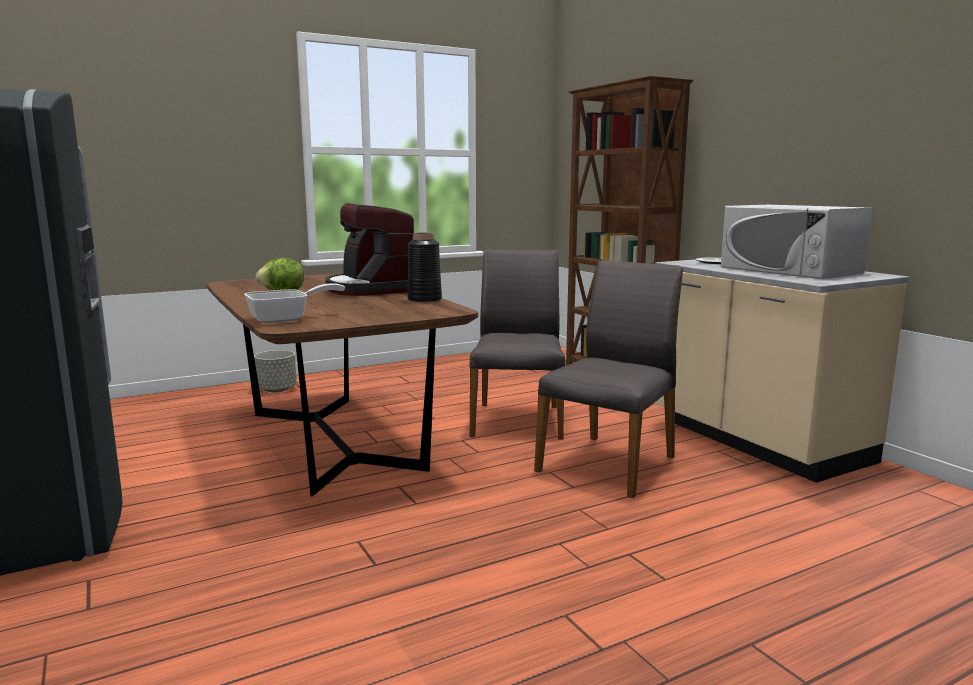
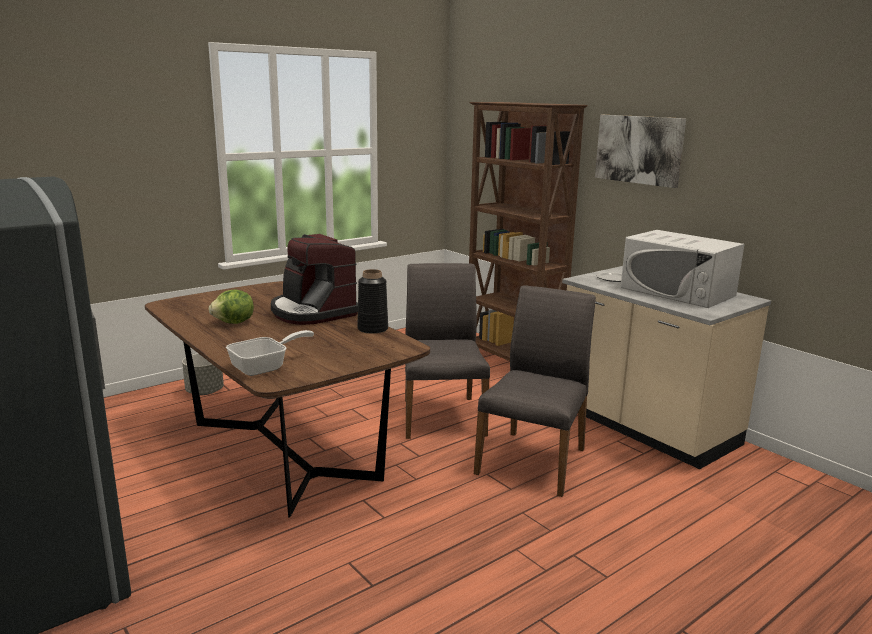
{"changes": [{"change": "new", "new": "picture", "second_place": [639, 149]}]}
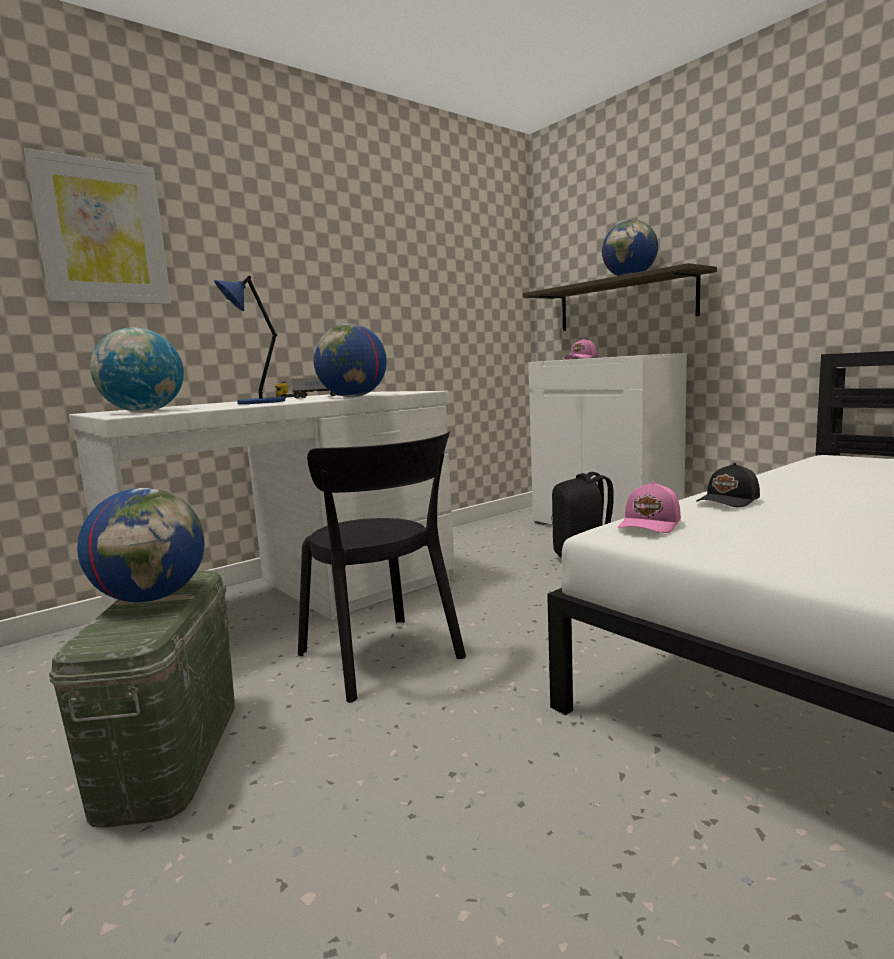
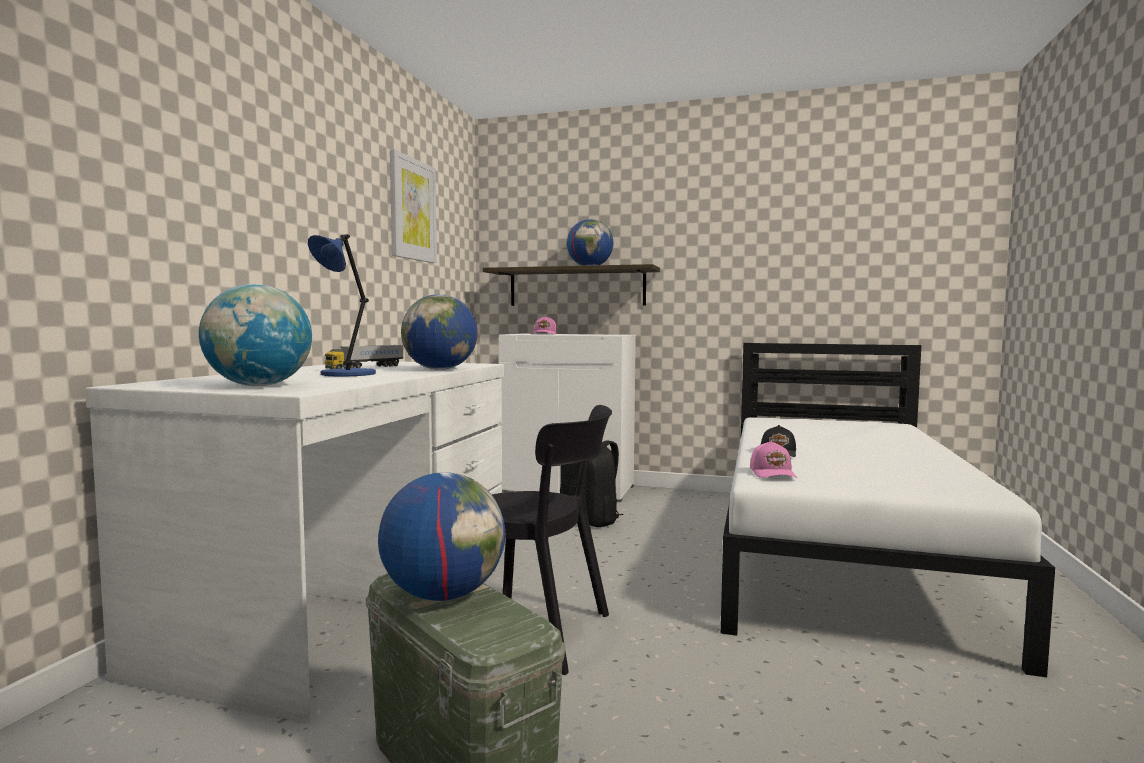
{"changes": [{"change": "shifted", "old": "picture", "first_place": [102, 233], "second_place": [412, 209]}]}
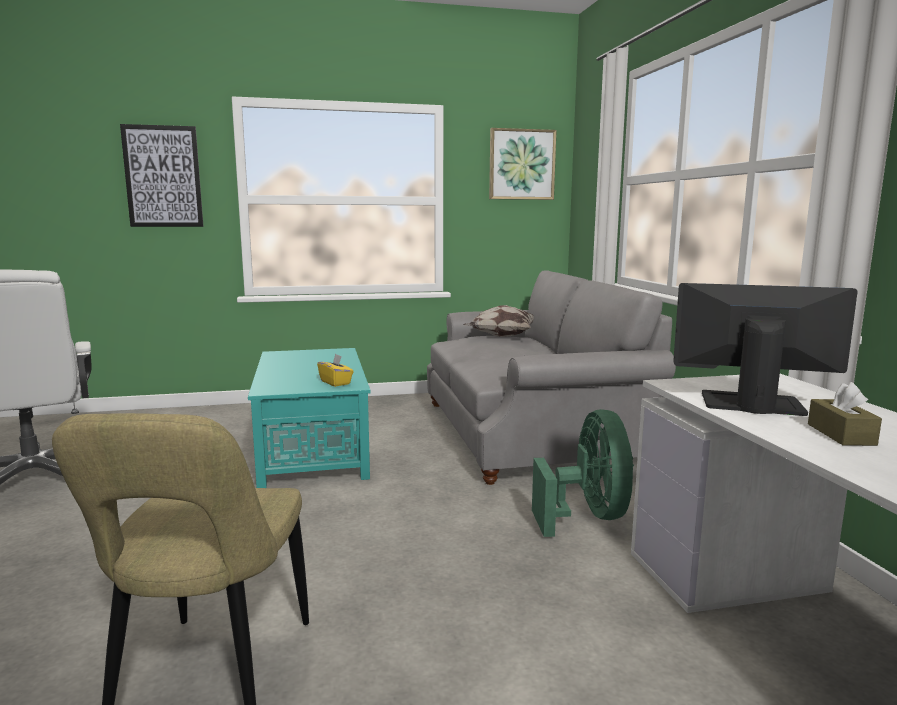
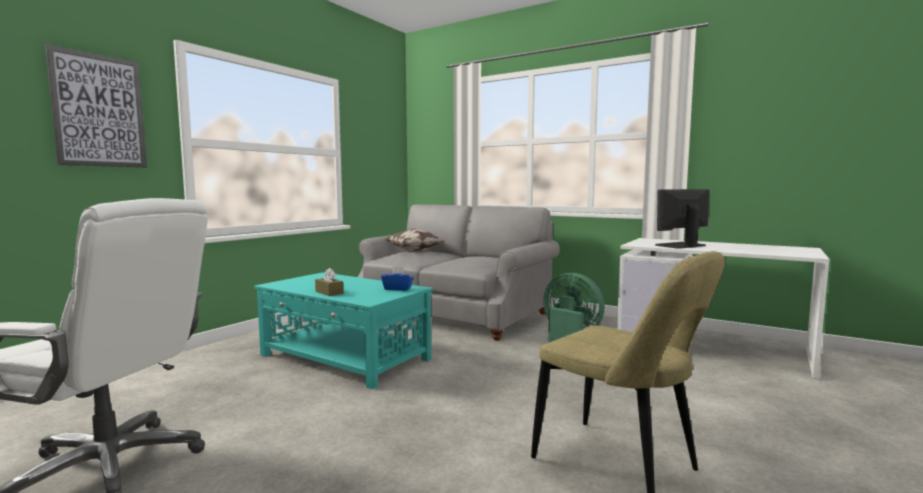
{"changes": [{"change": "shifted", "old": "tissue box (brown)", "first_place": [841, 434], "second_place": [329, 292]}, {"change": "repainted", "old": "tissue box (yellow)", "new": "tissue box (blue)", "first_place": [336, 382], "second_place": [397, 289]}, {"change": "gone", "old": "picture", "first_place": [521, 164]}]}
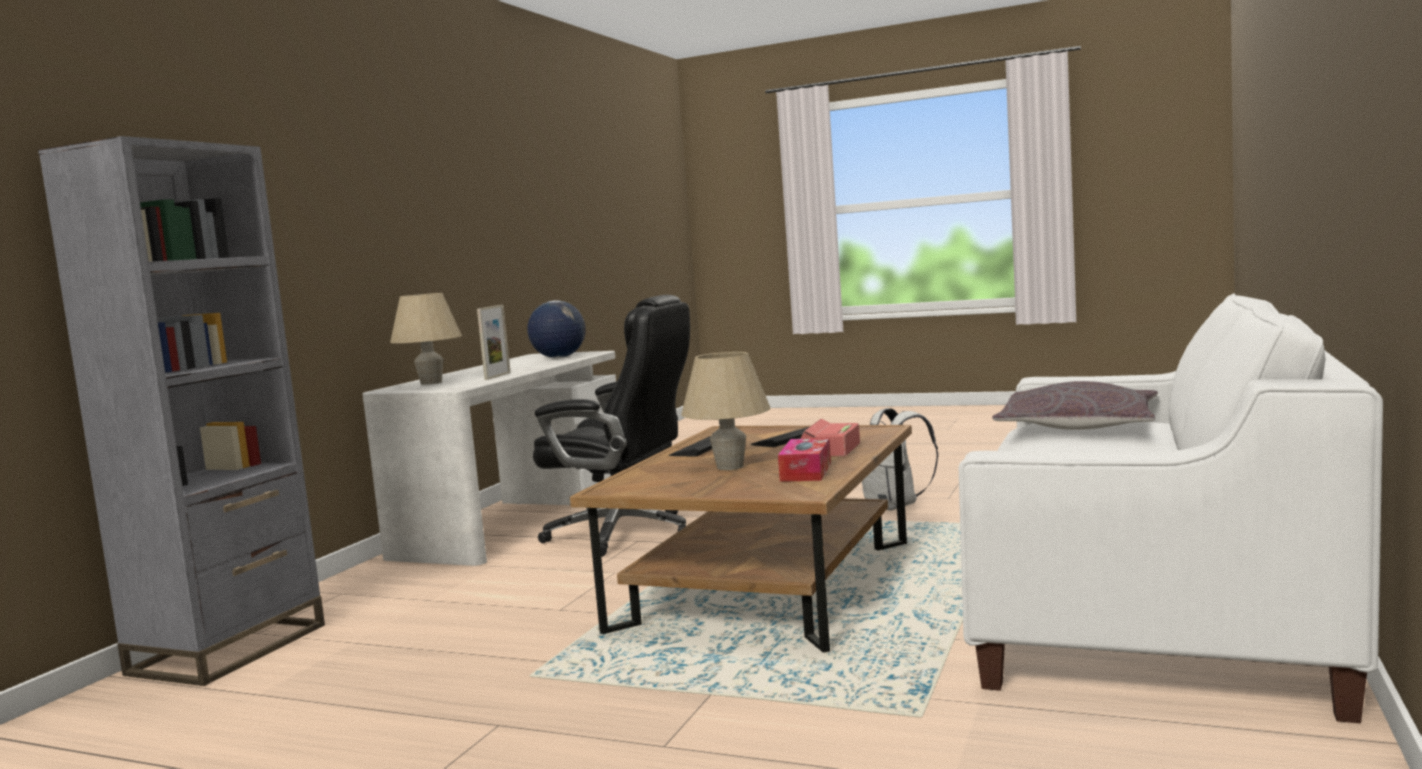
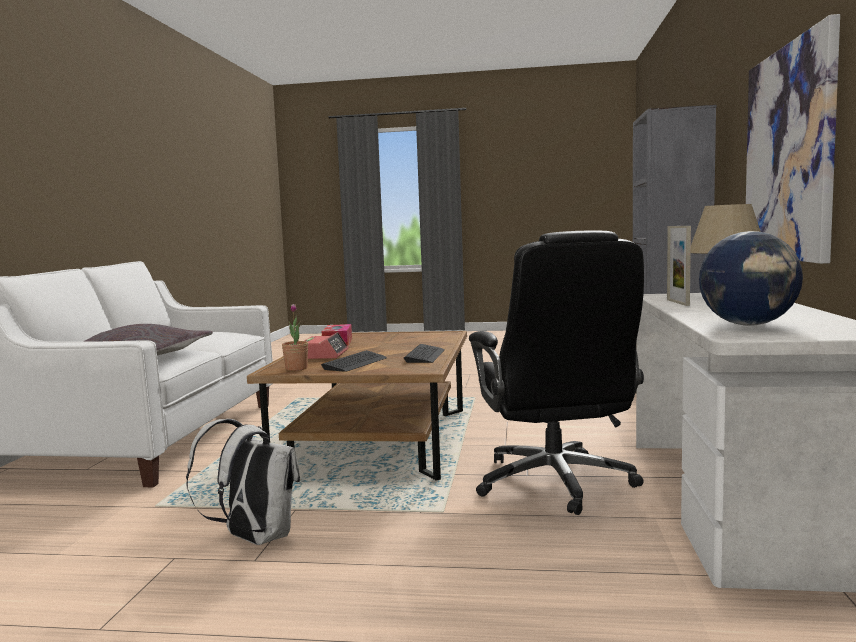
{"changes": [{"change": "new", "new": "potted plant", "second_place": [296, 368]}, {"change": "rotated", "old": "office chair (black)", "first_place": [624, 533], "second_place": [555, 483], "degrees": -105}, {"change": "new", "new": "picture", "second_place": [789, 154]}, {"change": "gone", "old": "table lamp (beige)", "first_place": [730, 467]}]}
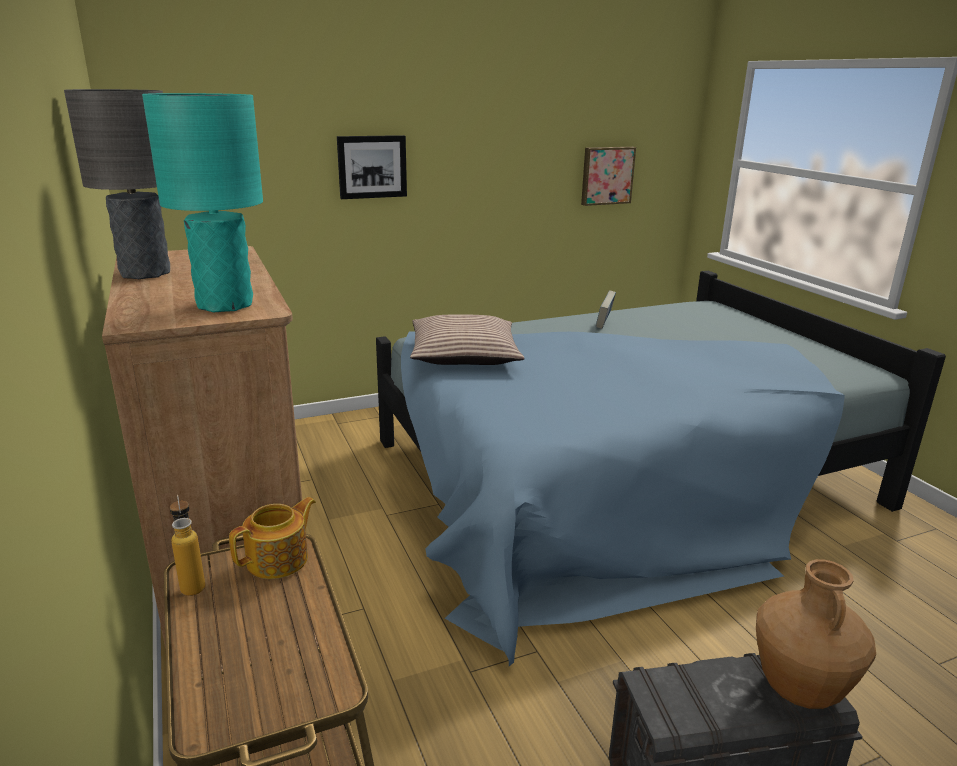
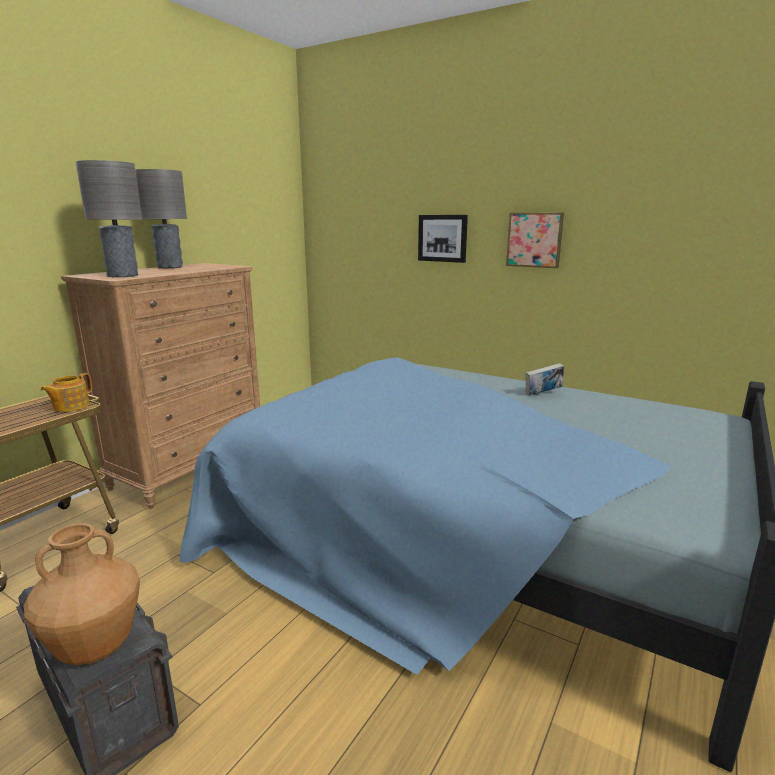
{"changes": [{"change": "rotated", "old": "teapot", "first_place": [279, 560], "second_place": [70, 406], "degrees": 105}, {"change": "repainted", "old": "table lamp (turquoise)", "new": "table lamp (grey)", "first_place": [224, 305], "second_place": [122, 276]}, {"change": "shifted", "old": "picture", "first_place": [606, 175], "second_place": [535, 239]}, {"change": "gone", "old": "bottle", "first_place": [192, 583]}, {"change": "gone", "old": "pillow", "first_place": [464, 355]}]}
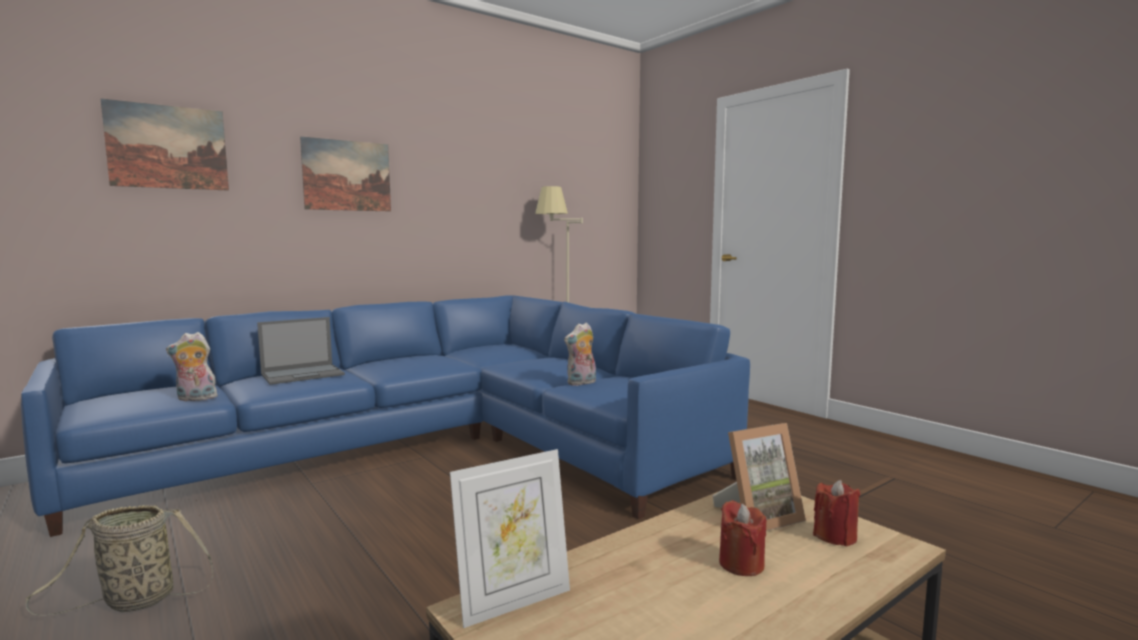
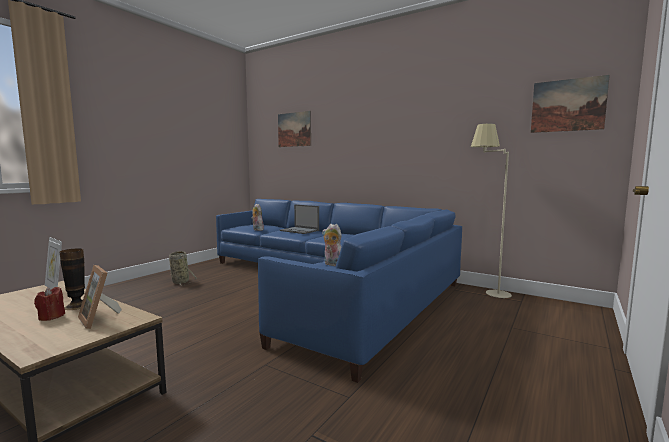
{"changes": [{"change": "new", "new": "vase", "second_place": [77, 306]}, {"change": "shifted", "old": "picture", "first_place": [347, 175], "second_place": [567, 105]}, {"change": "gone", "old": "candle (red)", "first_place": [835, 536]}]}
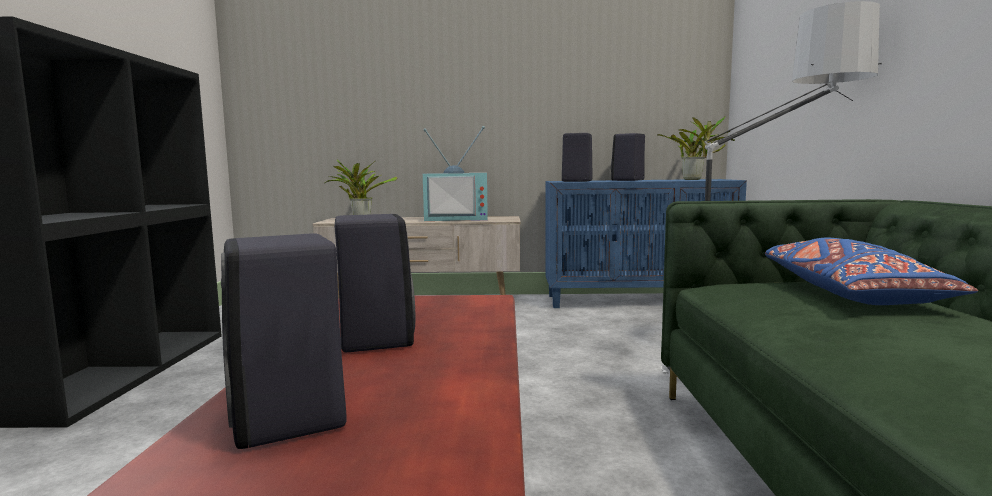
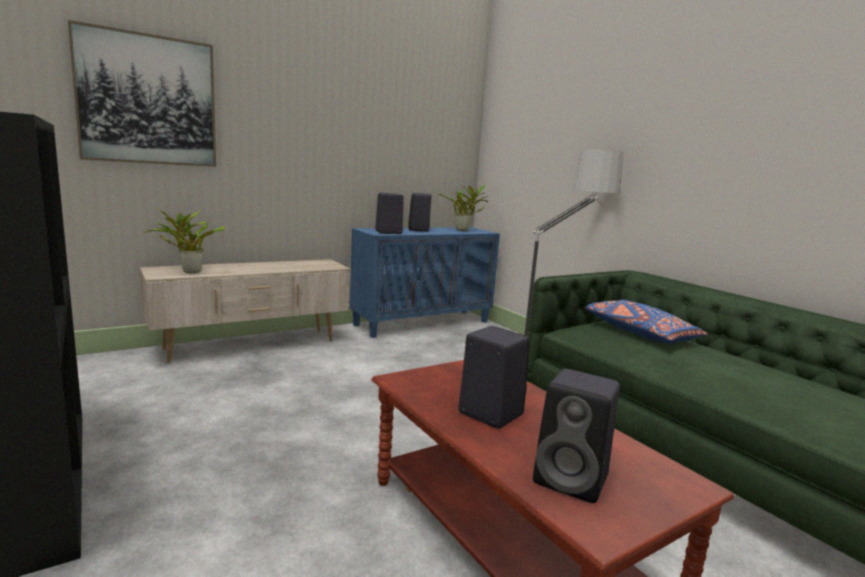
{"changes": [{"change": "new", "new": "picture", "second_place": [148, 100]}, {"change": "gone", "old": "television", "first_place": [457, 218]}]}
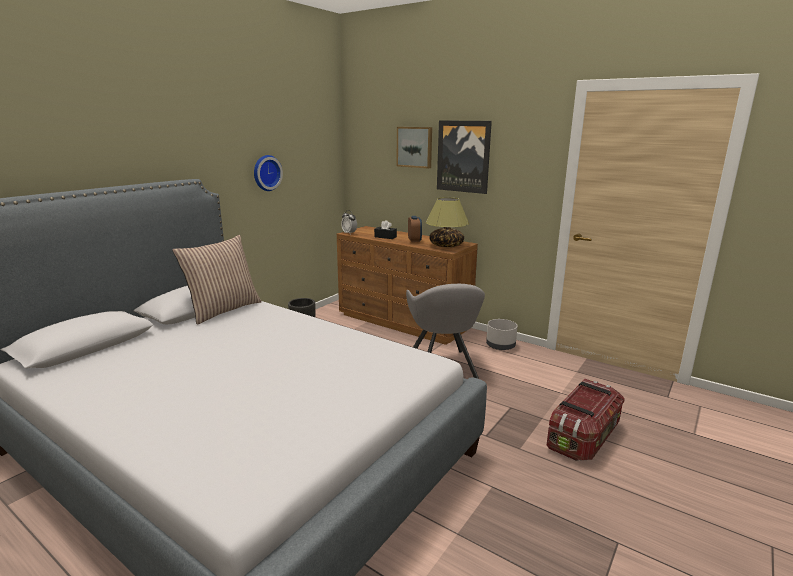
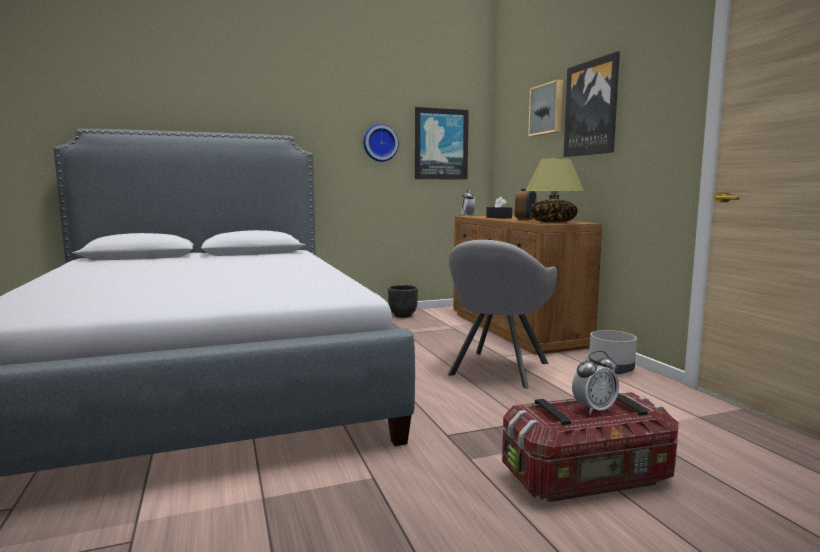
{"changes": [{"change": "new", "new": "picture", "second_place": [441, 144]}, {"change": "new", "new": "alarm clock", "second_place": [594, 409]}, {"change": "gone", "old": "pillow", "first_place": [223, 310]}]}
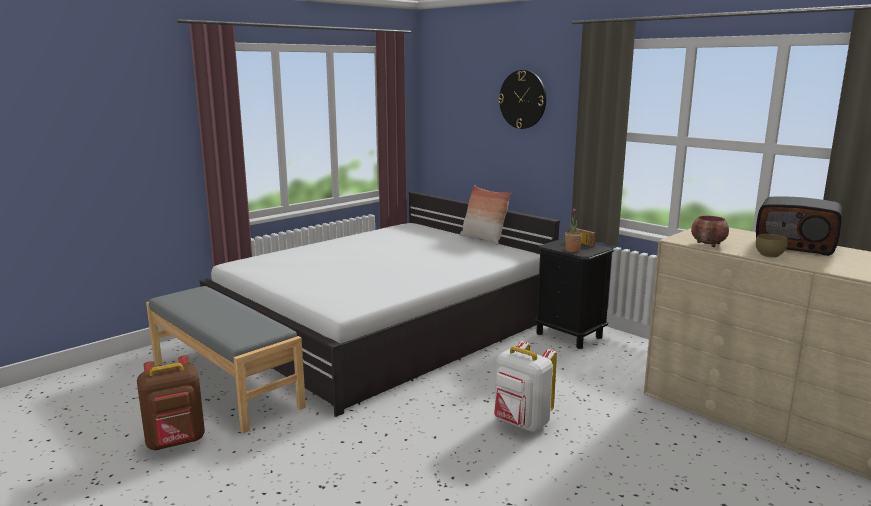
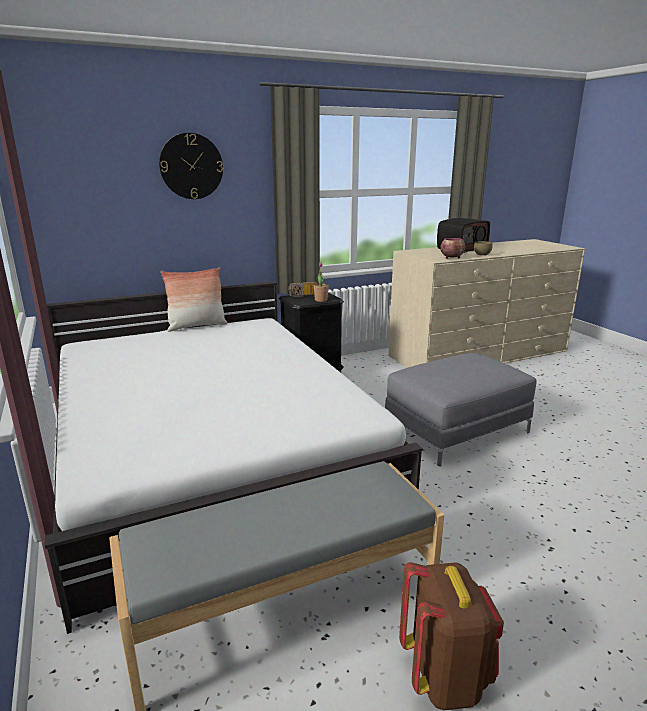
{"changes": [{"change": "swapped", "old": "backpack (white)", "new": "ottoman (grey)", "first_place": [521, 423], "second_place": [455, 429]}]}
